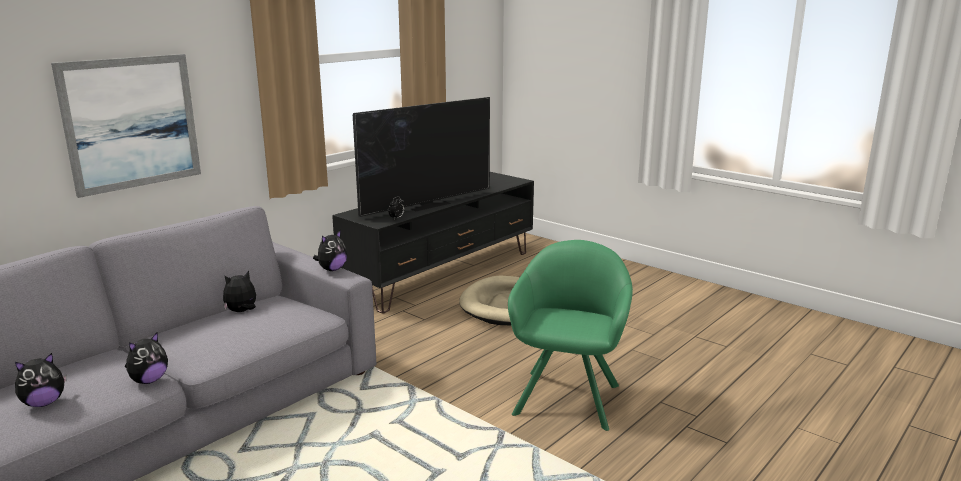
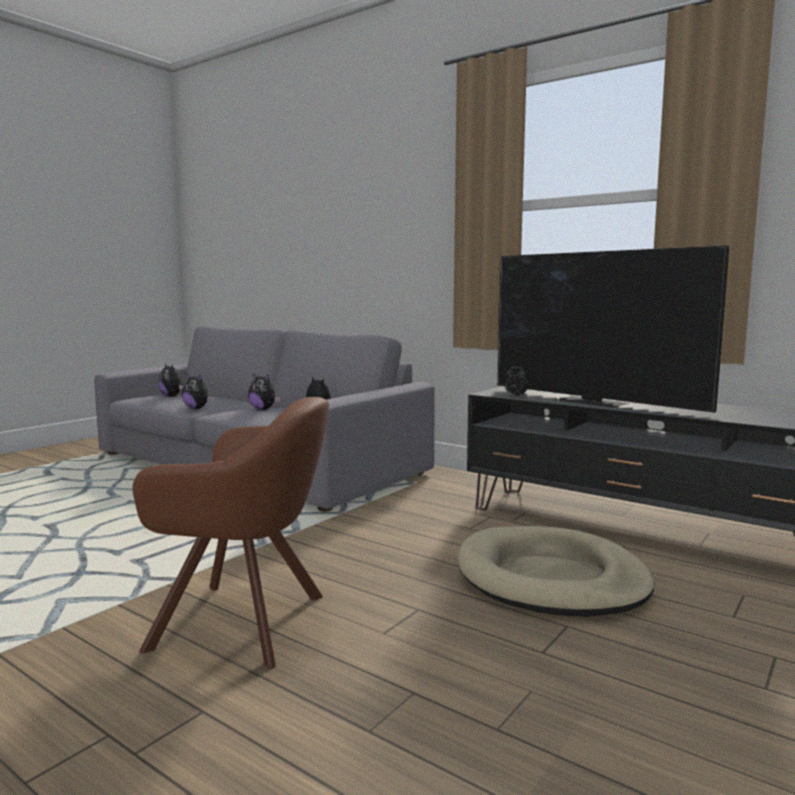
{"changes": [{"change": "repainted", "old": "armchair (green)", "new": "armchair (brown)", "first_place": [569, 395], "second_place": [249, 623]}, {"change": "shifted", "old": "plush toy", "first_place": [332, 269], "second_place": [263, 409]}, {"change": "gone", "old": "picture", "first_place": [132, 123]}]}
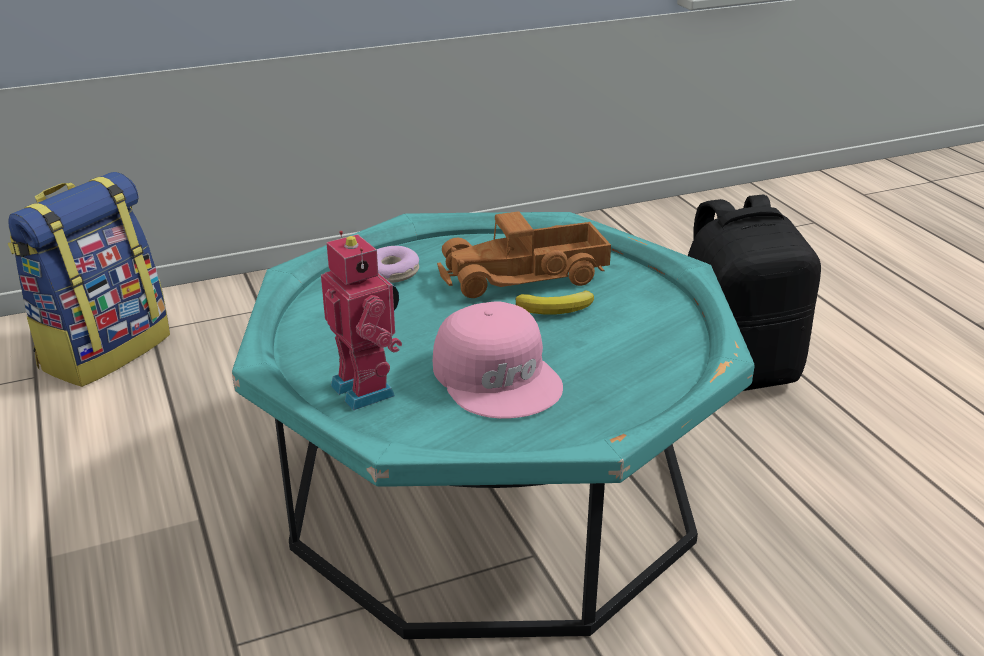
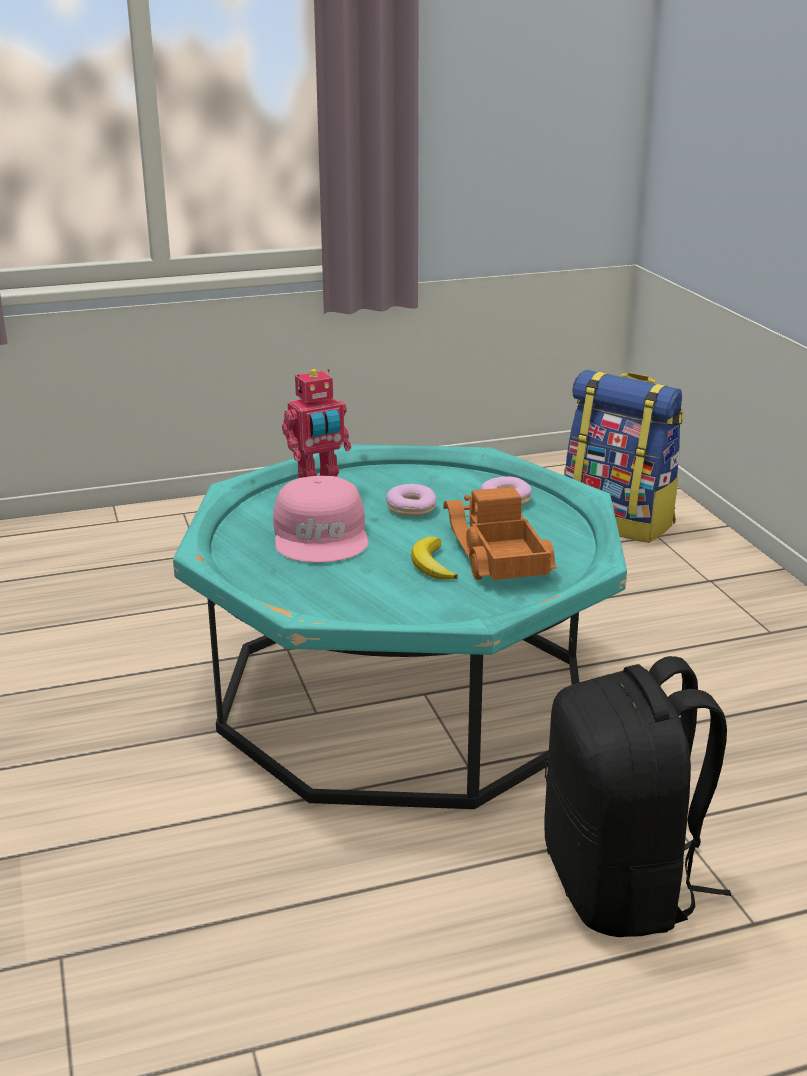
{"changes": [{"change": "rotated", "old": "cap (pink)", "first_place": [498, 376], "second_place": [322, 535], "degrees": -75}, {"change": "new", "new": "donut", "second_place": [411, 508]}]}
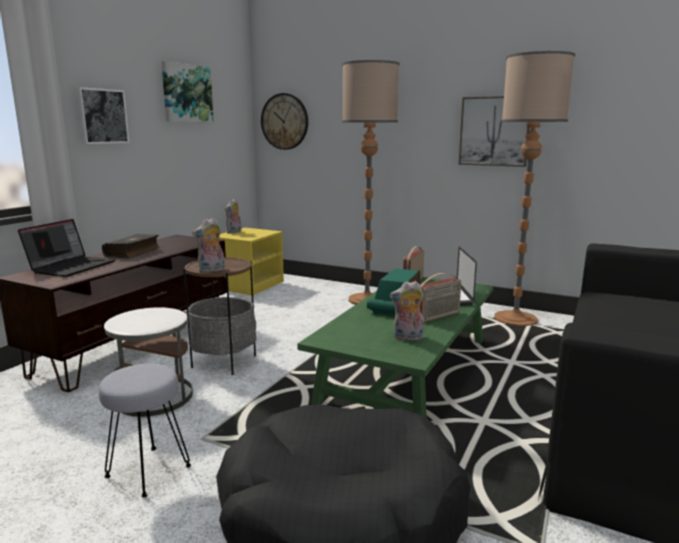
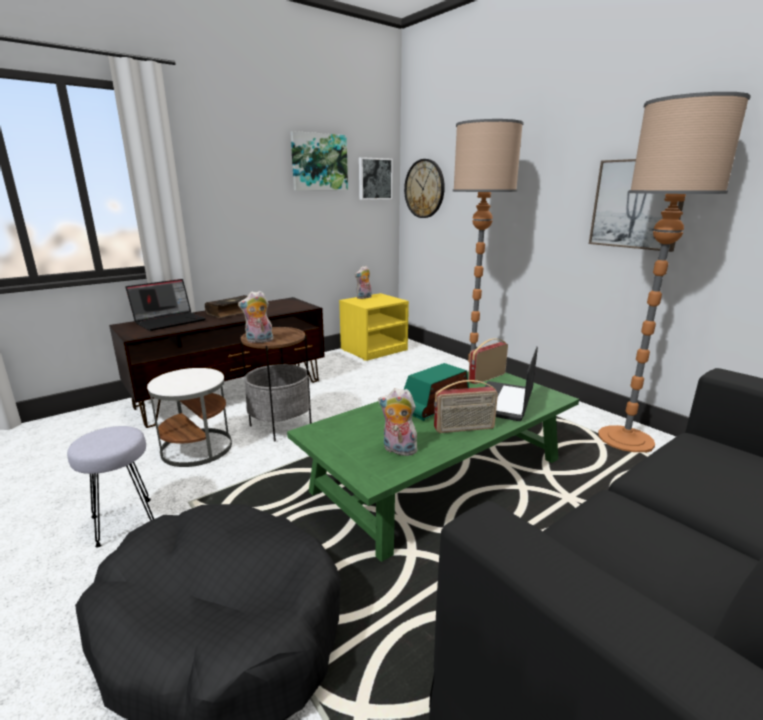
{"changes": [{"change": "shifted", "old": "picture", "first_place": [101, 116], "second_place": [374, 179]}]}
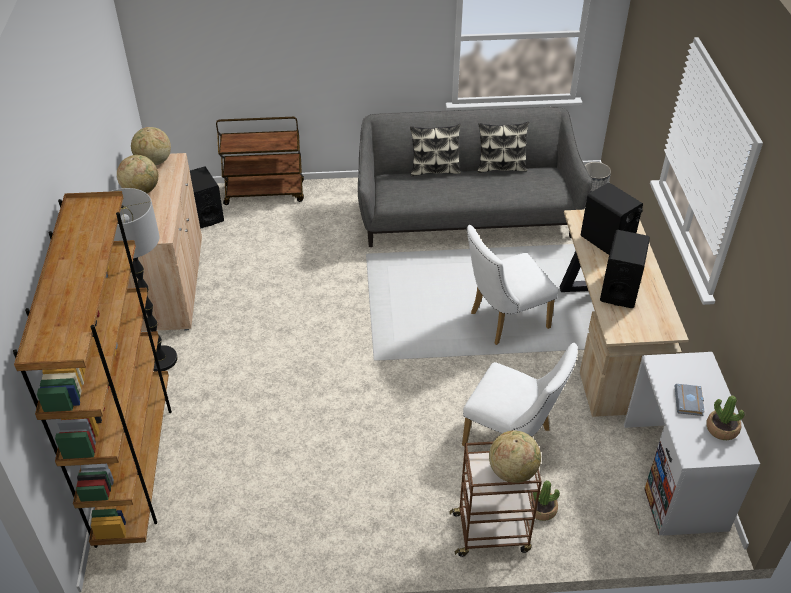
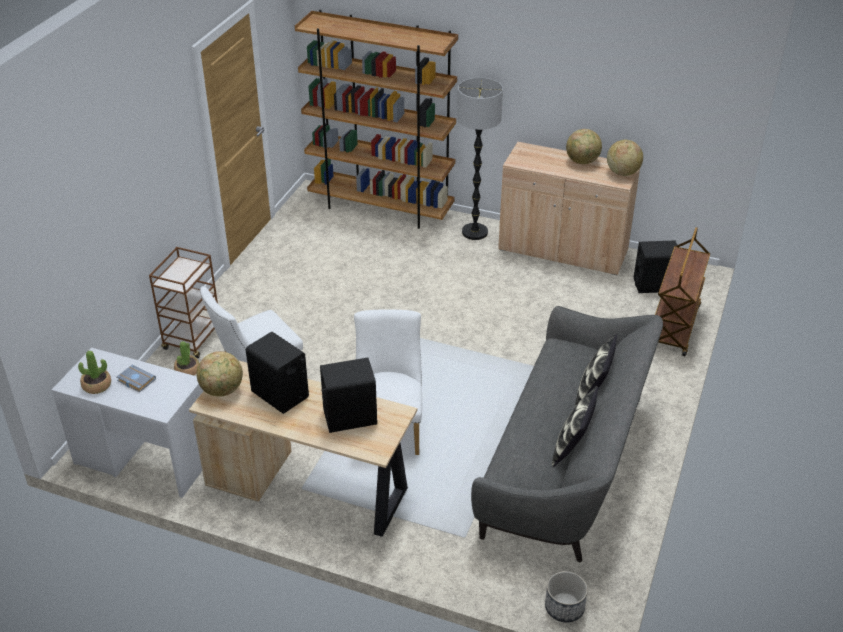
{"changes": [{"change": "shifted", "old": "globe", "first_place": [512, 471], "second_place": [222, 390]}]}
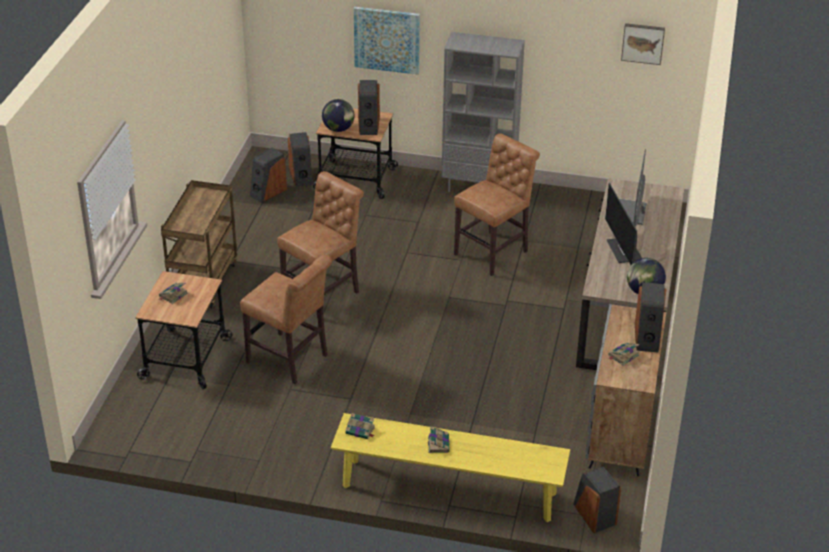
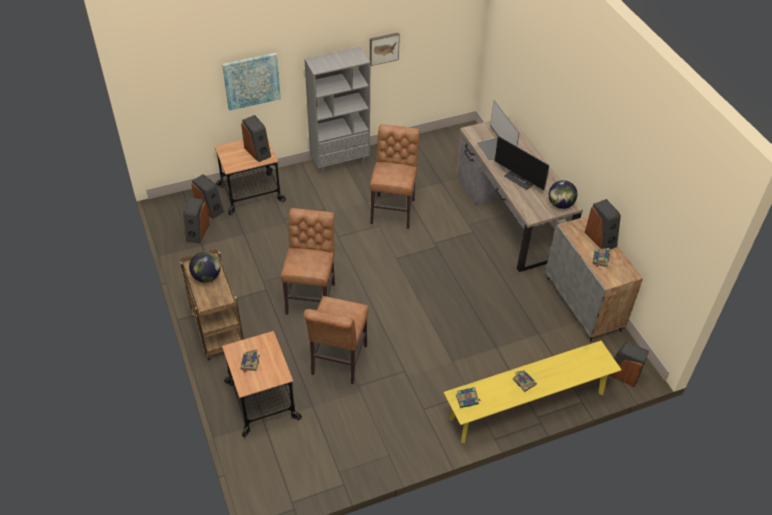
{"changes": [{"change": "shifted", "old": "globe", "first_place": [338, 129], "second_place": [207, 277]}, {"change": "rotated", "old": "chair (brown)", "first_place": [290, 360], "second_place": [338, 362], "degrees": 105}, {"change": "shifted", "old": "picture", "first_place": [643, 43], "second_place": [383, 48]}]}
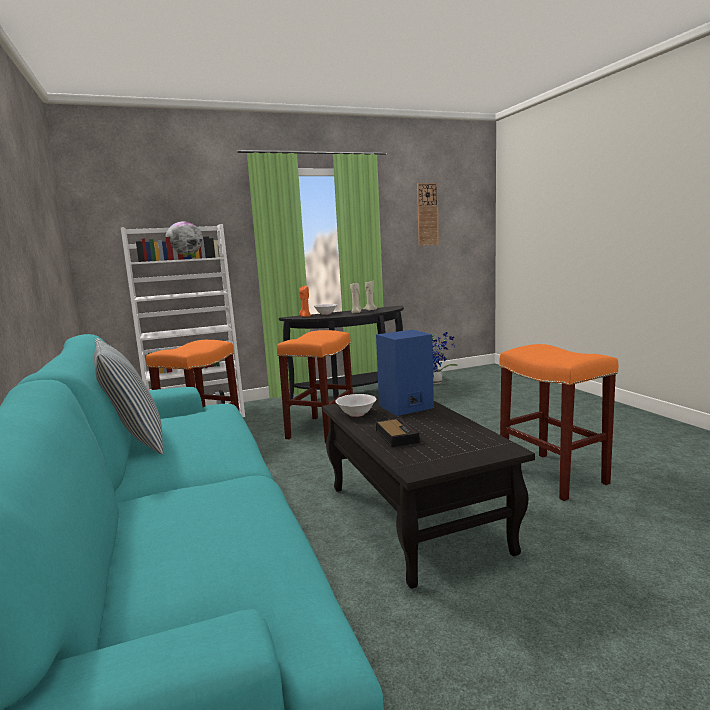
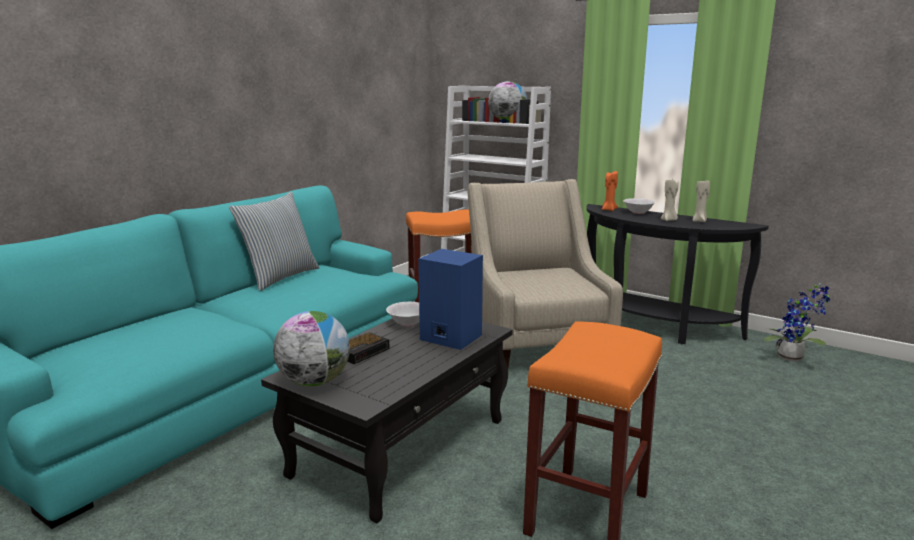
{"changes": [{"change": "new", "new": "globe", "second_place": [314, 382]}, {"change": "swapped", "old": "stool (orange)", "new": "armchair (beige)", "first_place": [321, 429], "second_place": [537, 343]}, {"change": "gone", "old": "wall clock", "first_place": [427, 214]}]}
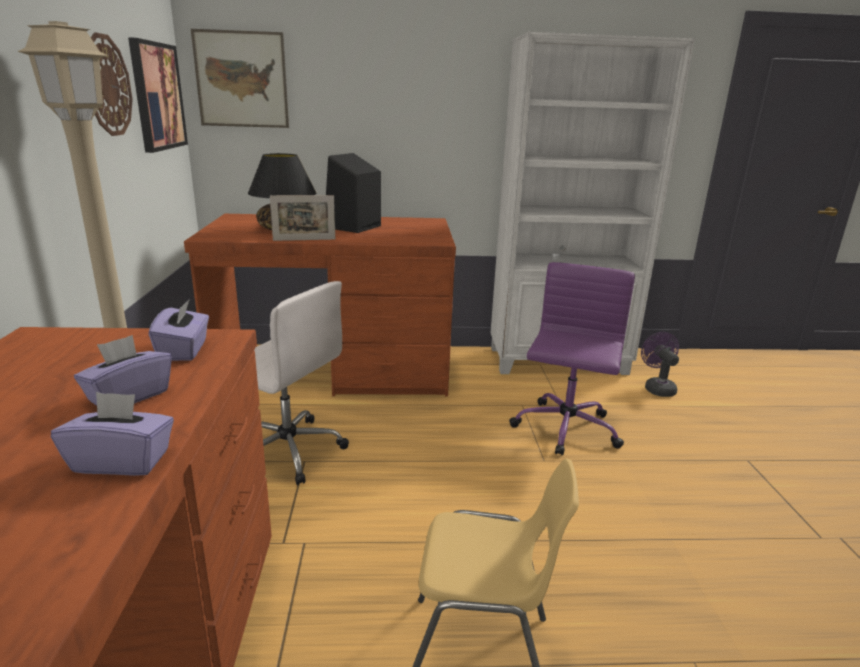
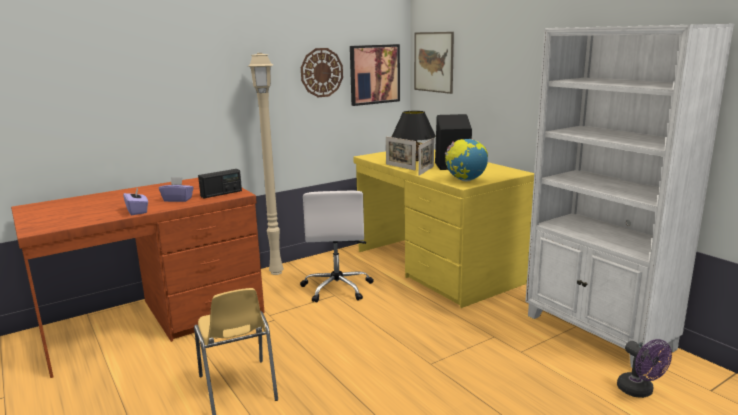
{"changes": [{"change": "swapped", "old": "tissue box (purple)", "new": "radio", "first_place": [184, 350], "second_place": [221, 193]}, {"change": "repainted", "old": "desk (brown)", "new": "desk (yellow)", "first_place": [335, 369], "second_place": [436, 266]}, {"change": "new", "new": "picture frame", "second_place": [426, 171]}, {"change": "new", "new": "globe", "second_place": [465, 180]}, {"change": "rotated", "old": "fan (purple)", "first_place": [657, 388], "second_place": [639, 391], "degrees": 105}, {"change": "gone", "old": "office chair (purple)", "first_place": [565, 429]}]}
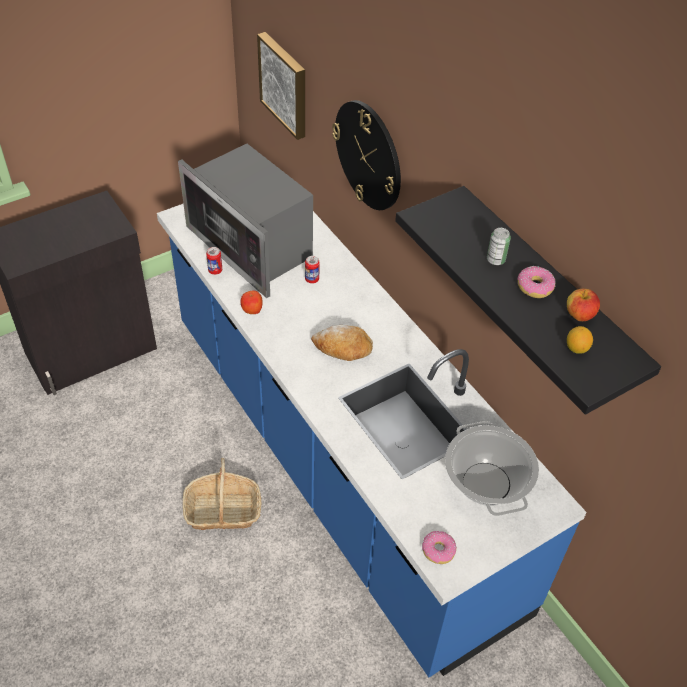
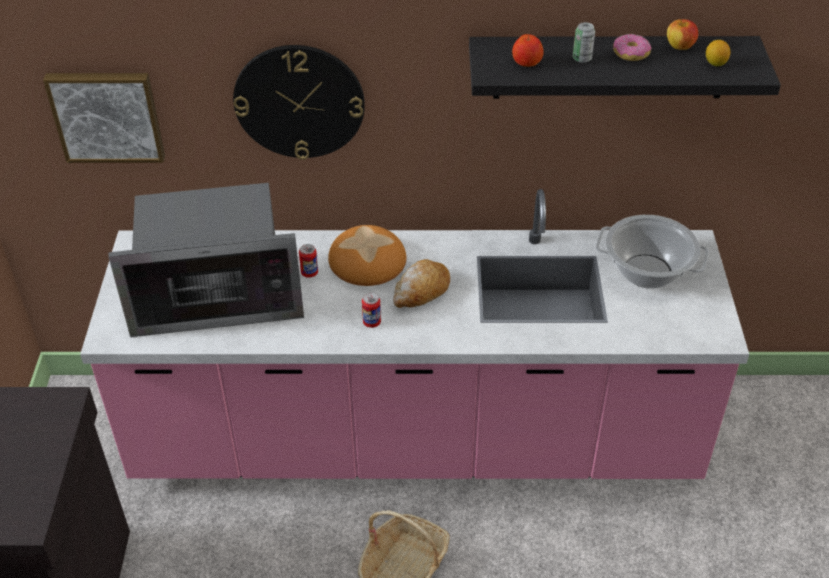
{"changes": [{"change": "repainted", "old": "counter (blue)", "new": "counter (pink)", "first_place": [337, 460], "second_place": [415, 439]}, {"change": "new", "new": "bread", "second_place": [368, 261]}, {"change": "shifted", "old": "can", "first_place": [215, 270], "second_place": [372, 322]}, {"change": "shifted", "old": "apple", "first_place": [252, 309], "second_place": [526, 62]}, {"change": "gone", "old": "donut", "first_place": [438, 550]}]}
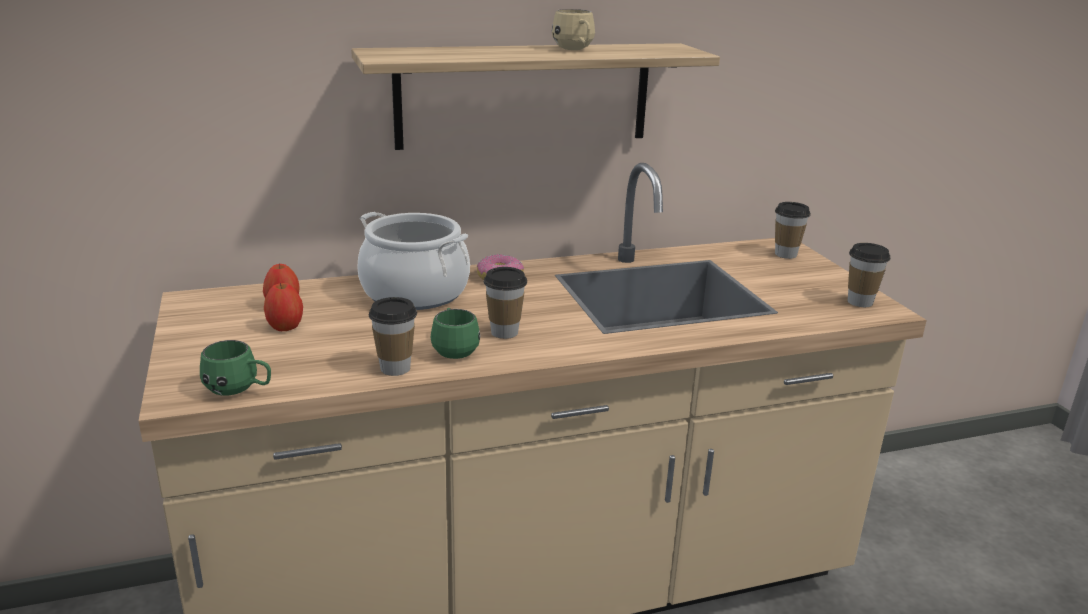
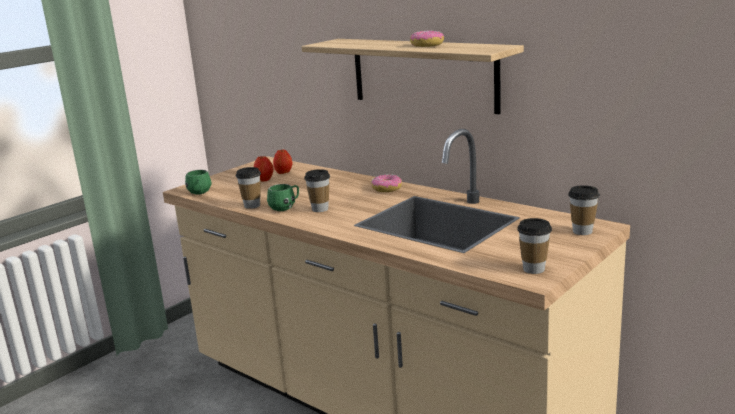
{"changes": [{"change": "swapped", "old": "mug (beige)", "new": "donut", "first_place": [575, 50], "second_place": [427, 45]}, {"change": "gone", "old": "cooking pot", "first_place": [415, 292]}]}
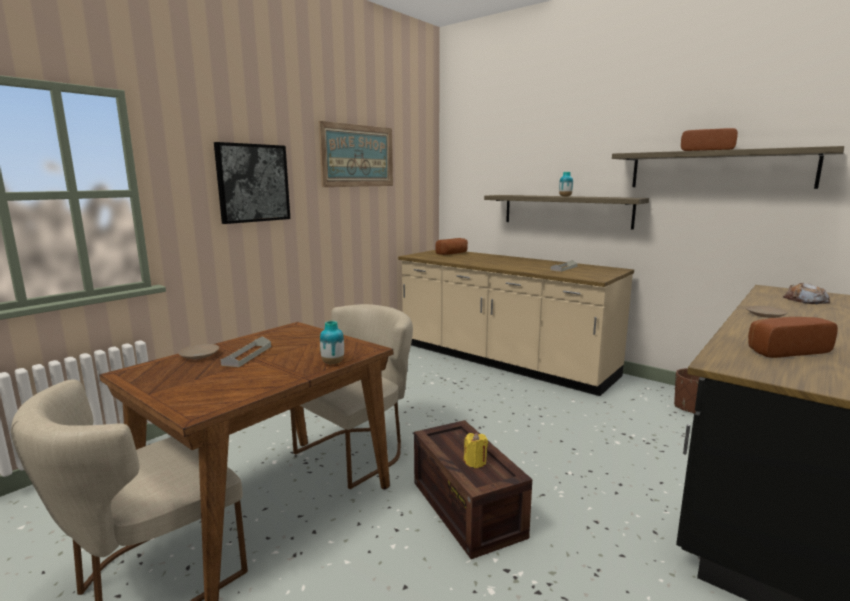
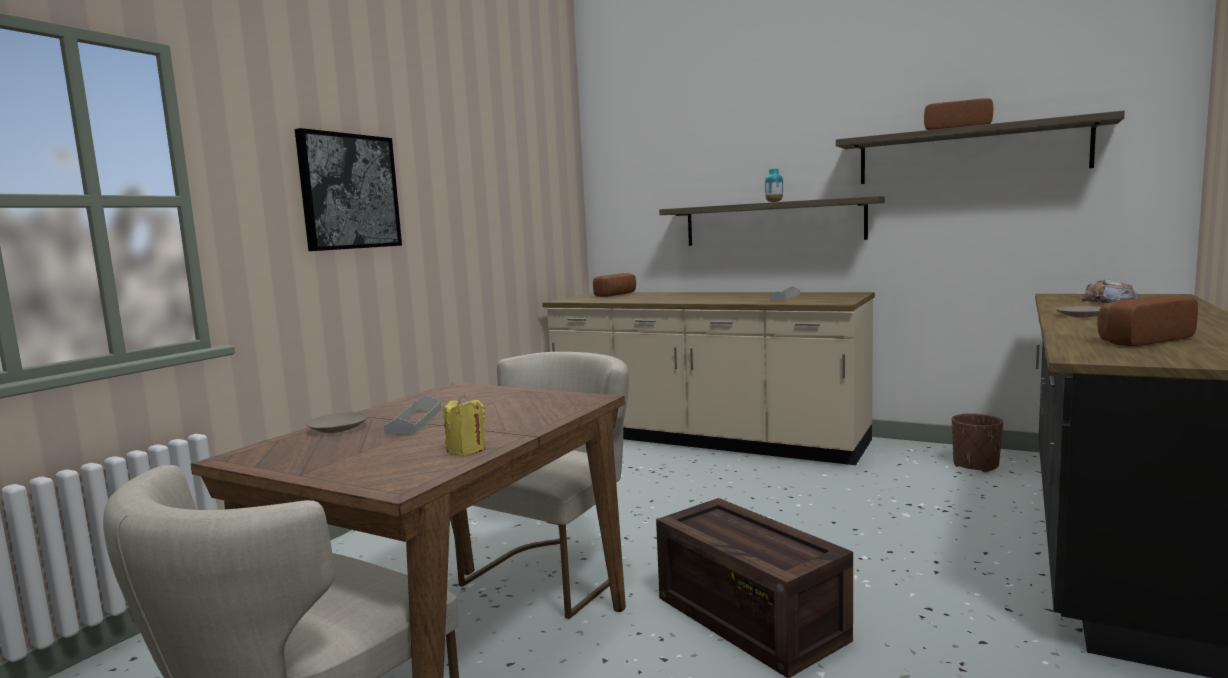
{"changes": [{"change": "shifted", "old": "candle (yellow)", "first_place": [475, 462], "second_place": [466, 450]}, {"change": "gone", "old": "picture", "first_place": [358, 156]}, {"change": "gone", "old": "vase", "first_place": [333, 363]}]}
